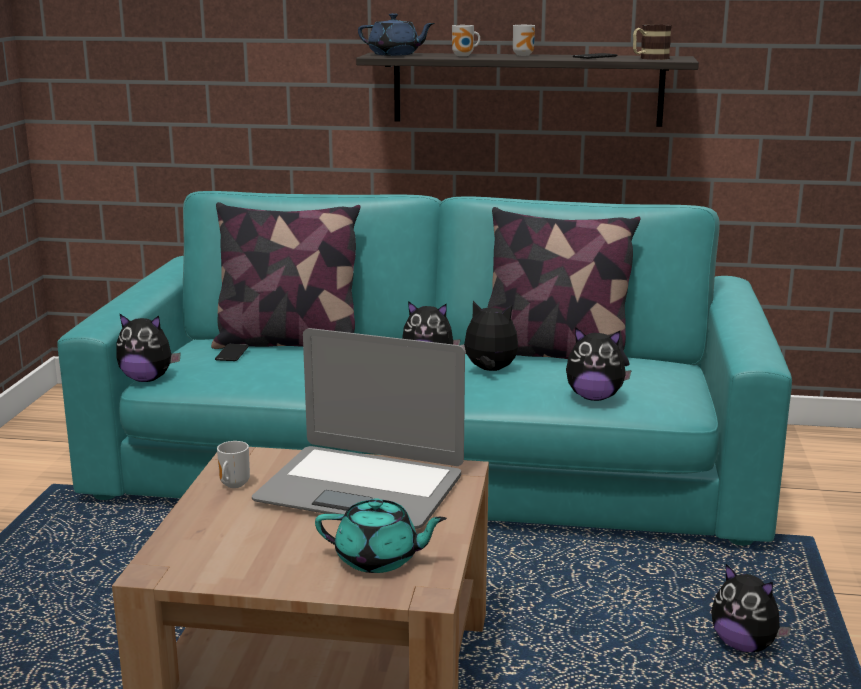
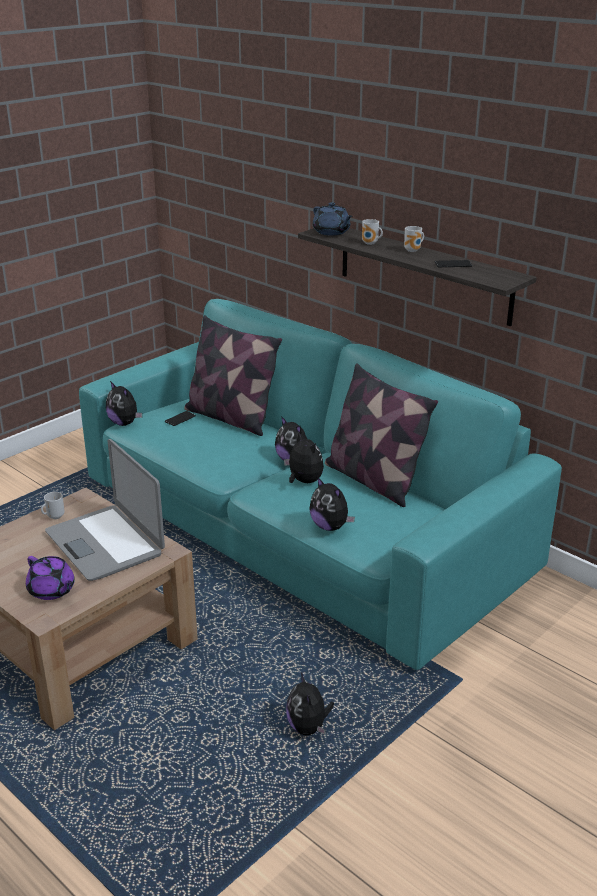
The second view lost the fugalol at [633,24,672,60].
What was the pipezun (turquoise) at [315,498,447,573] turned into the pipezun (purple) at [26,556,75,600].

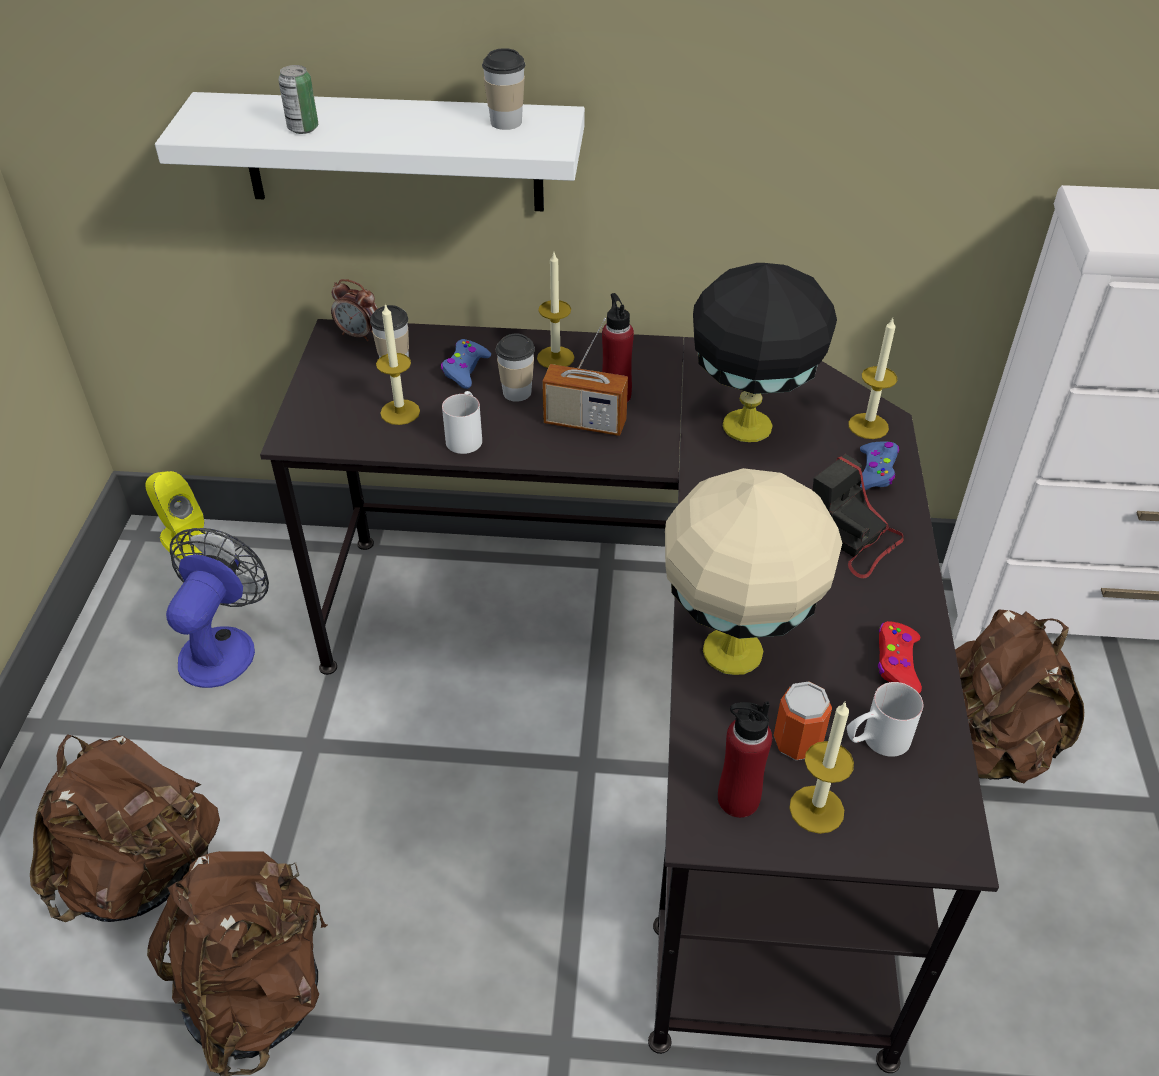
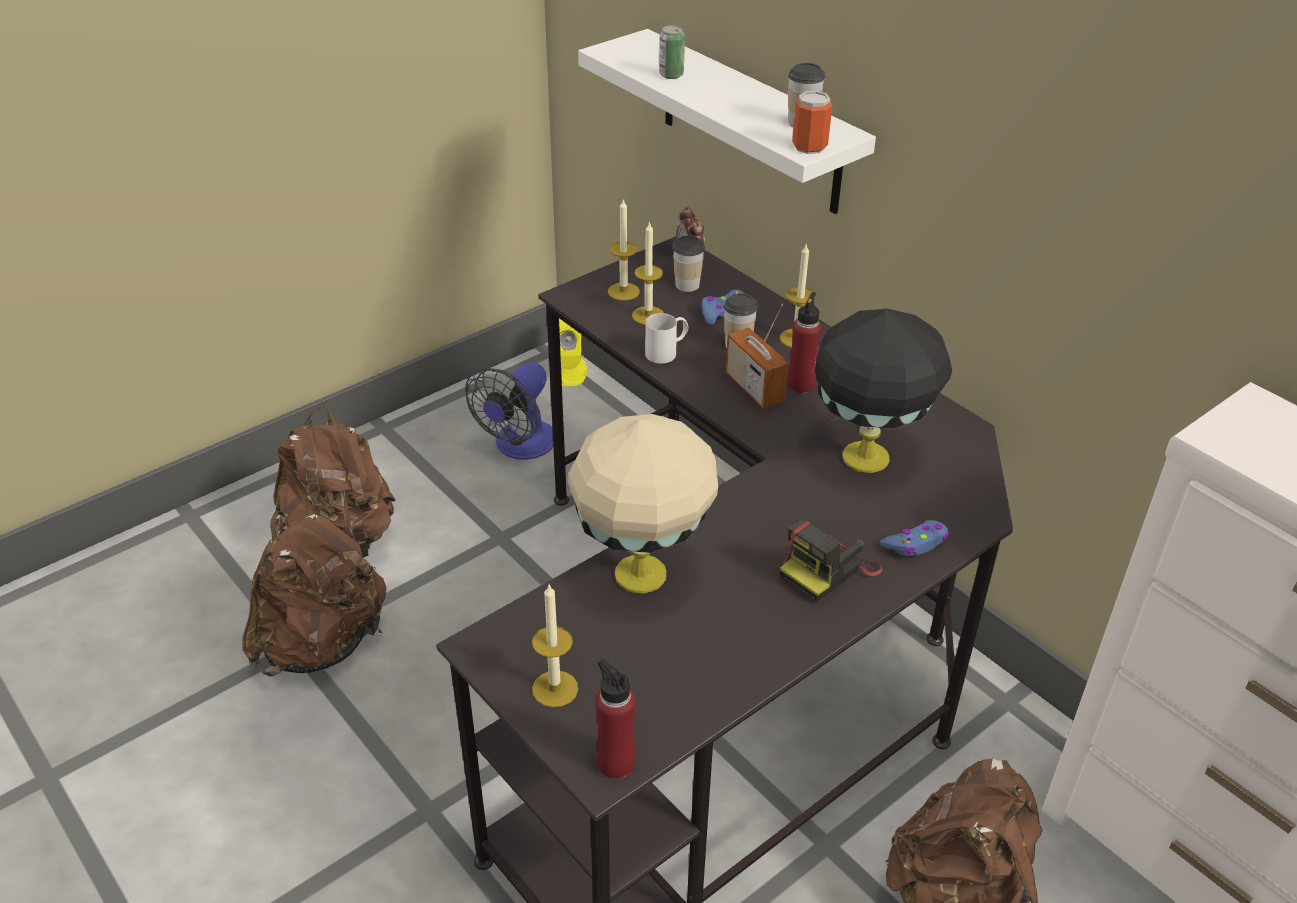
The second view lost the fugalol (white) at [847,682,923,757].
The second view lost the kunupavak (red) at [878,621,922,693].
The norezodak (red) ended up elsewhere, having gone from [718,701,772,818] to [595,660,636,779].
The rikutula ended up elsewhere, having gone from [774,681,832,760] to [792,91,832,154].
The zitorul ended up elsewhere, having gone from [848,318,897,439] to [608,198,640,301].
The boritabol at [166,528,269,688] ended up facing another way, 150 degrees clockwise from before.
The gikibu at [813,454,904,579] ended up facing another way, 135 degrees counterclockwise from before.

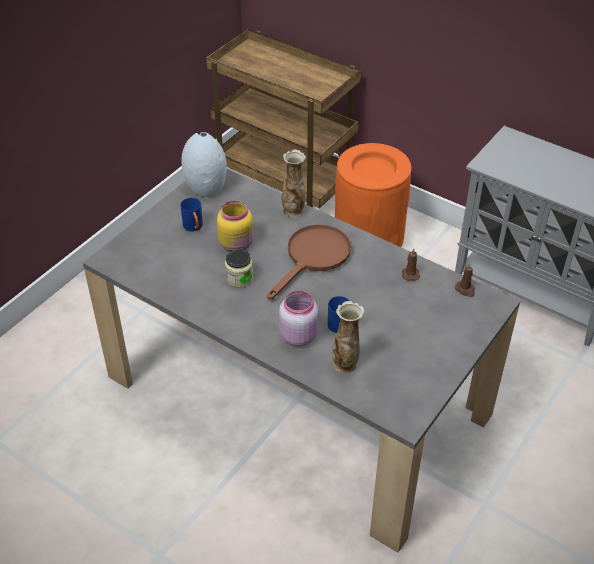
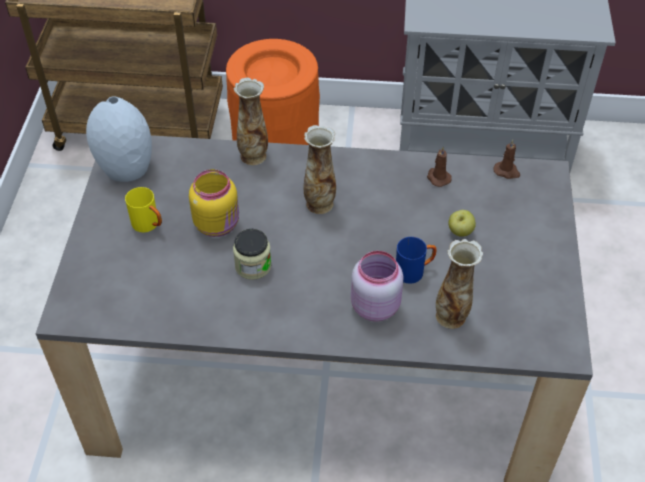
The second view gained the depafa at [448,210,476,237].
Where the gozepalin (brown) stood at [267,224,351,300], the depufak came to stand at [304,125,336,214].
What was the fugalol (blue) at [180,198,203,231] turned into the fugalol (yellow) at [125,187,162,233].

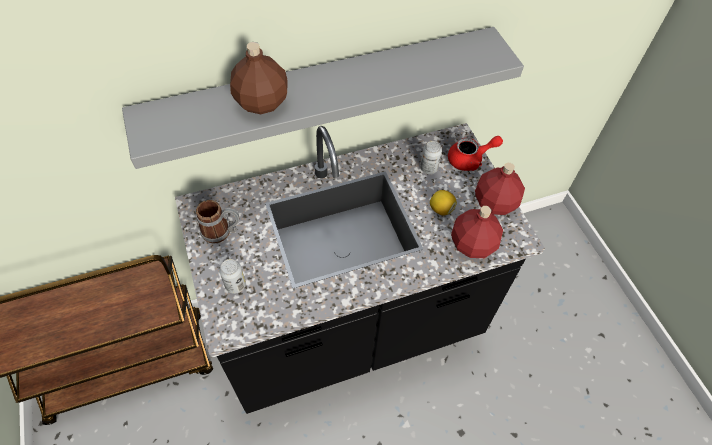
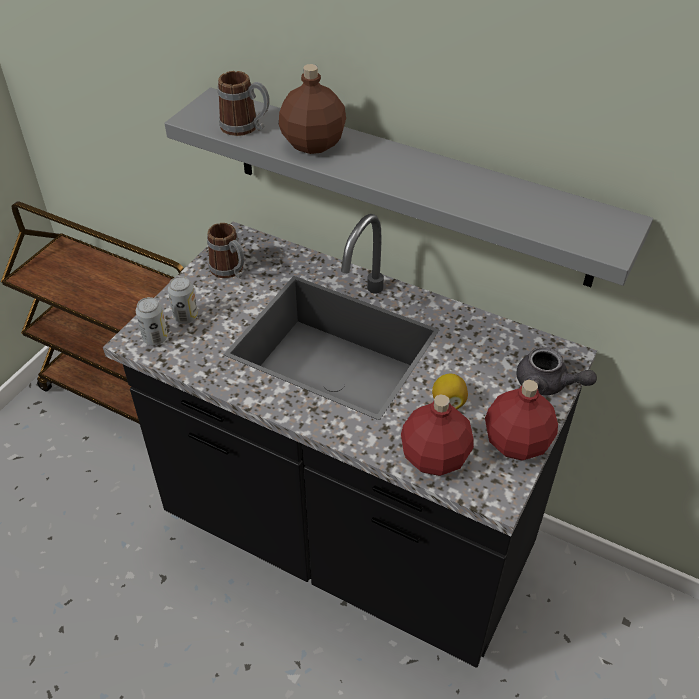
The second view gained the fugalol at [218,71,270,136].
The rikutula ended up elsewhere, having gone from [420,141,442,174] to [136,297,168,345].
What was the pipezun (red) at [448,136,503,171] turned into the pipezun (grey) at [516,347,597,395].

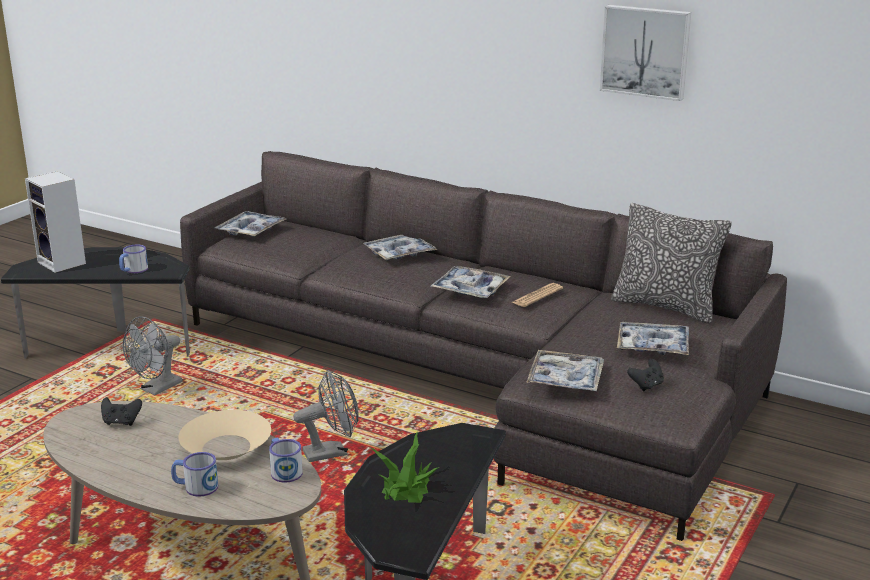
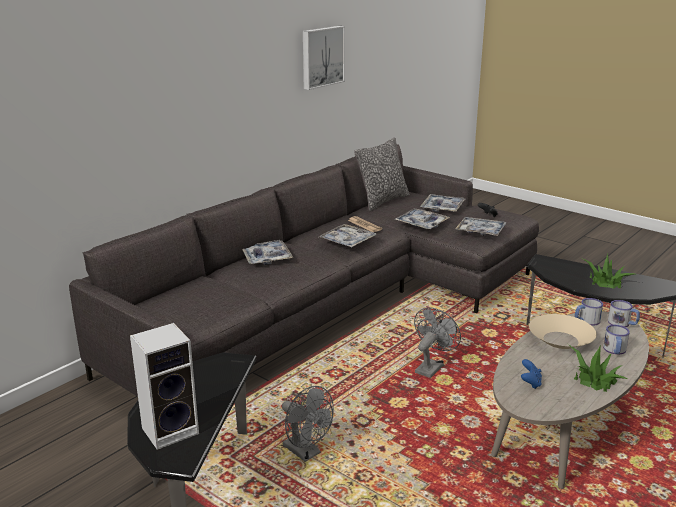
The second view gained the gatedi at [568,344,627,392].
The fugalol ended up elsewhere, having gone from [119,245,148,273] to [608,300,640,327].
The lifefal ended up elsewhere, having gone from [214,211,286,237] to [394,208,450,229].
What was the kunupavak (black) at [101,397,142,426] turned into the kunupavak (blue) at [521,359,542,389].
The boritabol (grey) at [293,370,358,462] ended up facing another way, 45 degrees clockwise from before.

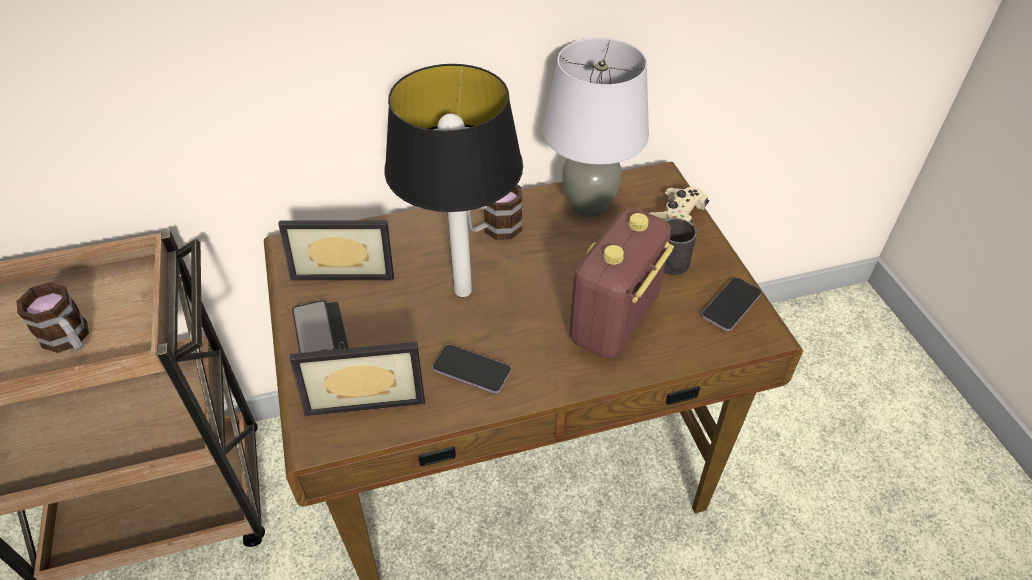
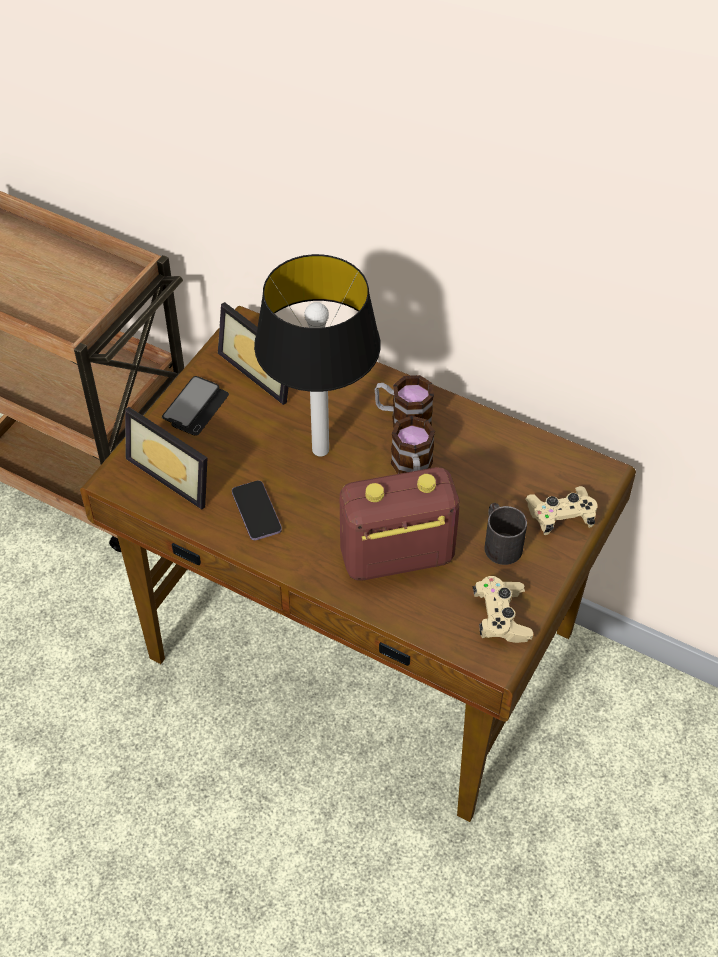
The second view lost the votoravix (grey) at [543,38,649,217].
The fugalol ended up elsewhere, having gone from [17,282,89,353] to [391,416,435,474].
Where the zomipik stood at [702,277,762,331], the kunupavak (beige) came to stand at [472,576,533,643].

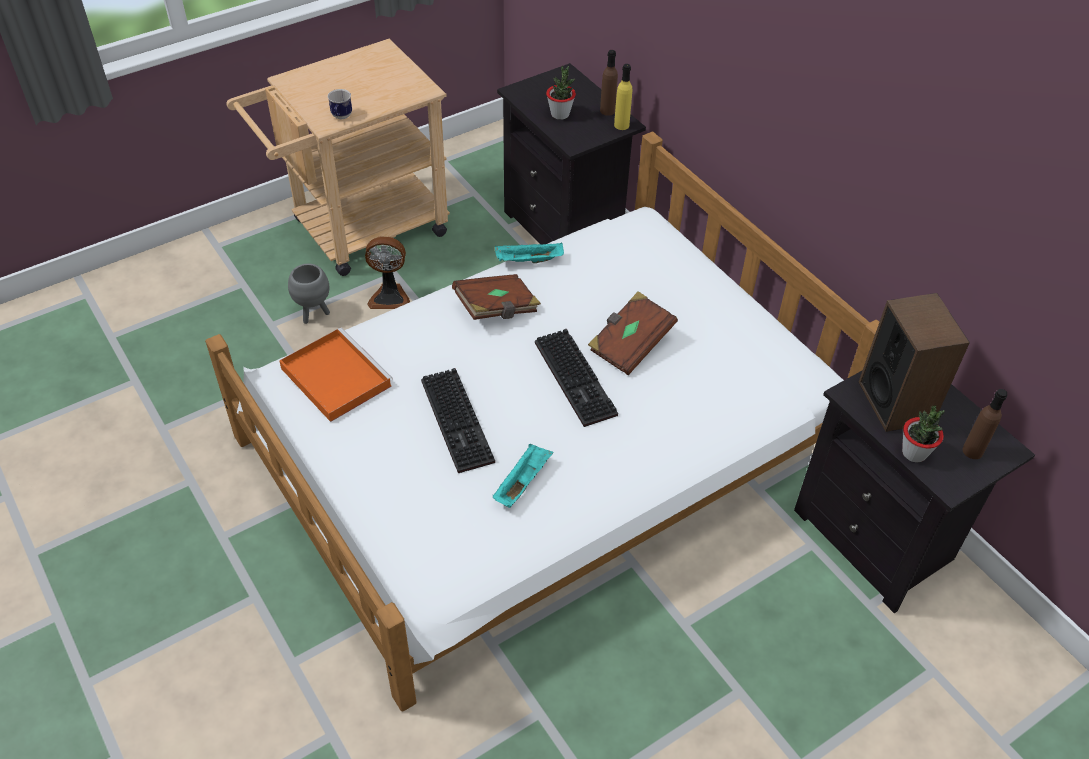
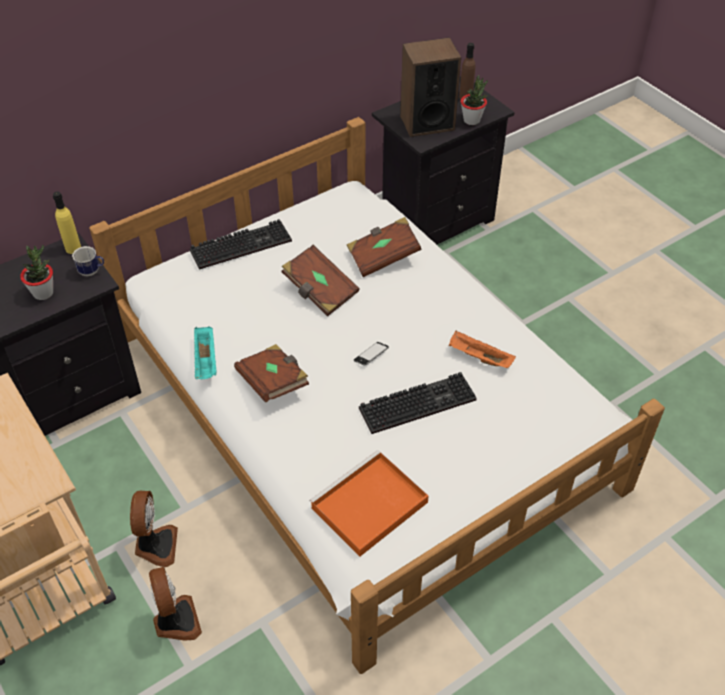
The second view lost the norezodak (brown) at [600,50,618,116].
The second view gained the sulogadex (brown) at [347,217,422,277].
The second view gained the zomipik at [354,342,389,366].
The fugalol ended up elsewhere, having gone from [328,89,352,119] to [72,246,104,276].
The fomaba ended up elsewhere, having gone from [535,328,618,427] to [190,219,292,270].
Where the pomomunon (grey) stood at [288,264,330,324], the boritabol came to stand at [149,566,202,641].
What was the lifefal (turquoise) at [493,444,553,508] turned into the lifefal (orange) at [449,331,516,368].

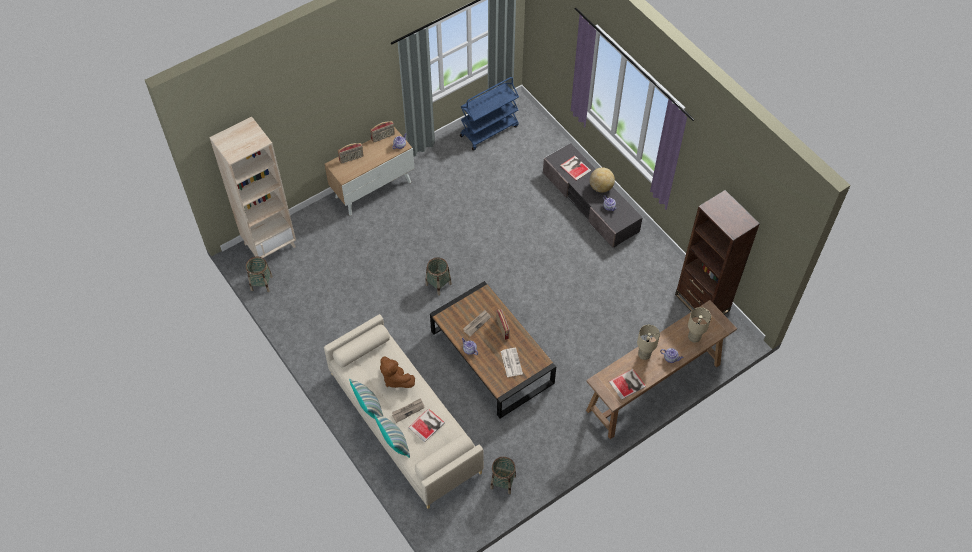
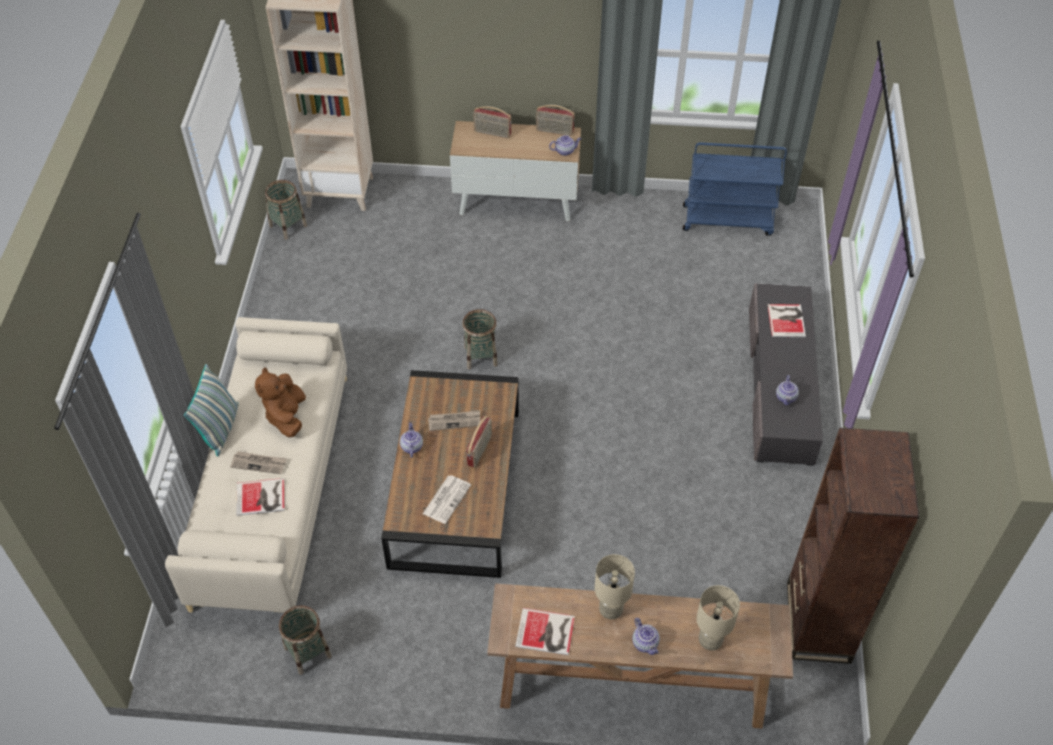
The second view lost the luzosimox at [374,414,410,458].
The second view lost the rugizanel at [590,167,615,193].

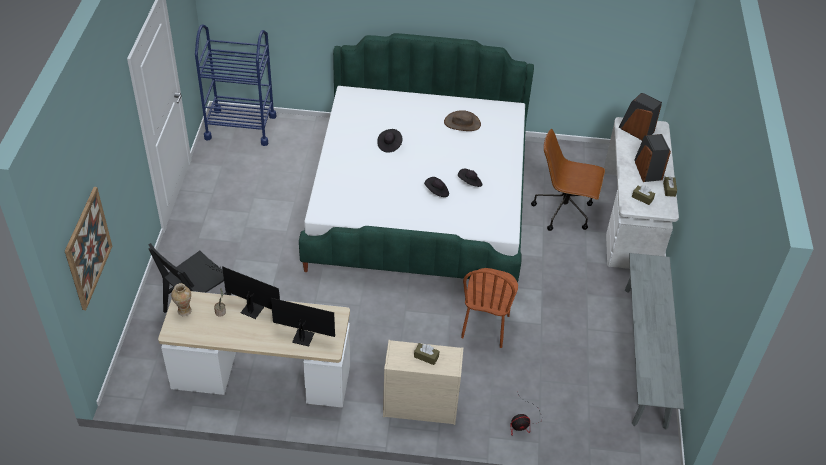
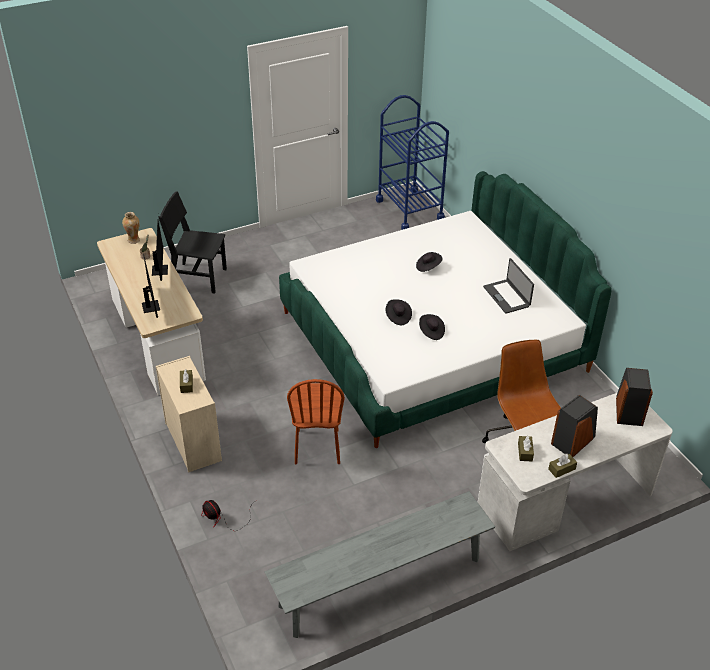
The second view lost the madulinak at [65,187,112,310].
Where the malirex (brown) stood at [444,110,481,131], the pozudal came to stand at [483,258,534,314].
The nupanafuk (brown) at [461,268,518,348] ended up facing another way, 75 degrees counterclockwise from before.

